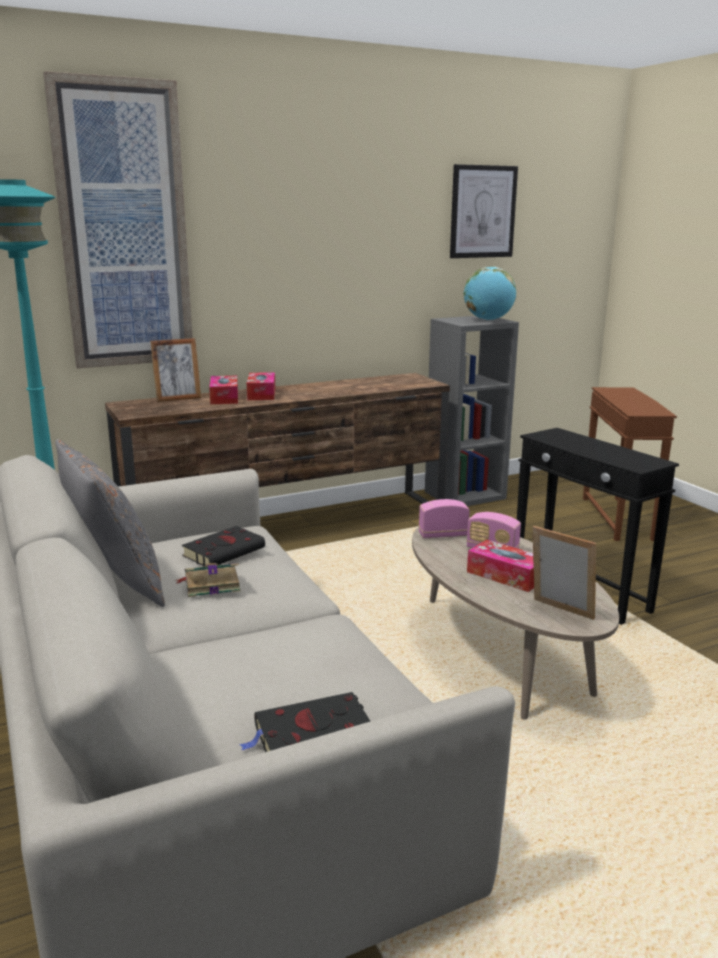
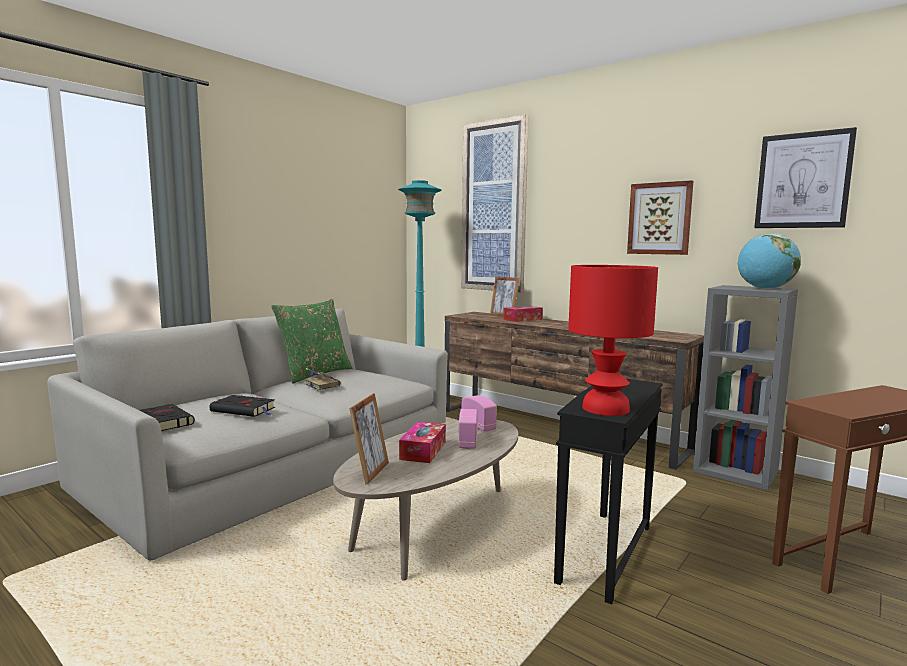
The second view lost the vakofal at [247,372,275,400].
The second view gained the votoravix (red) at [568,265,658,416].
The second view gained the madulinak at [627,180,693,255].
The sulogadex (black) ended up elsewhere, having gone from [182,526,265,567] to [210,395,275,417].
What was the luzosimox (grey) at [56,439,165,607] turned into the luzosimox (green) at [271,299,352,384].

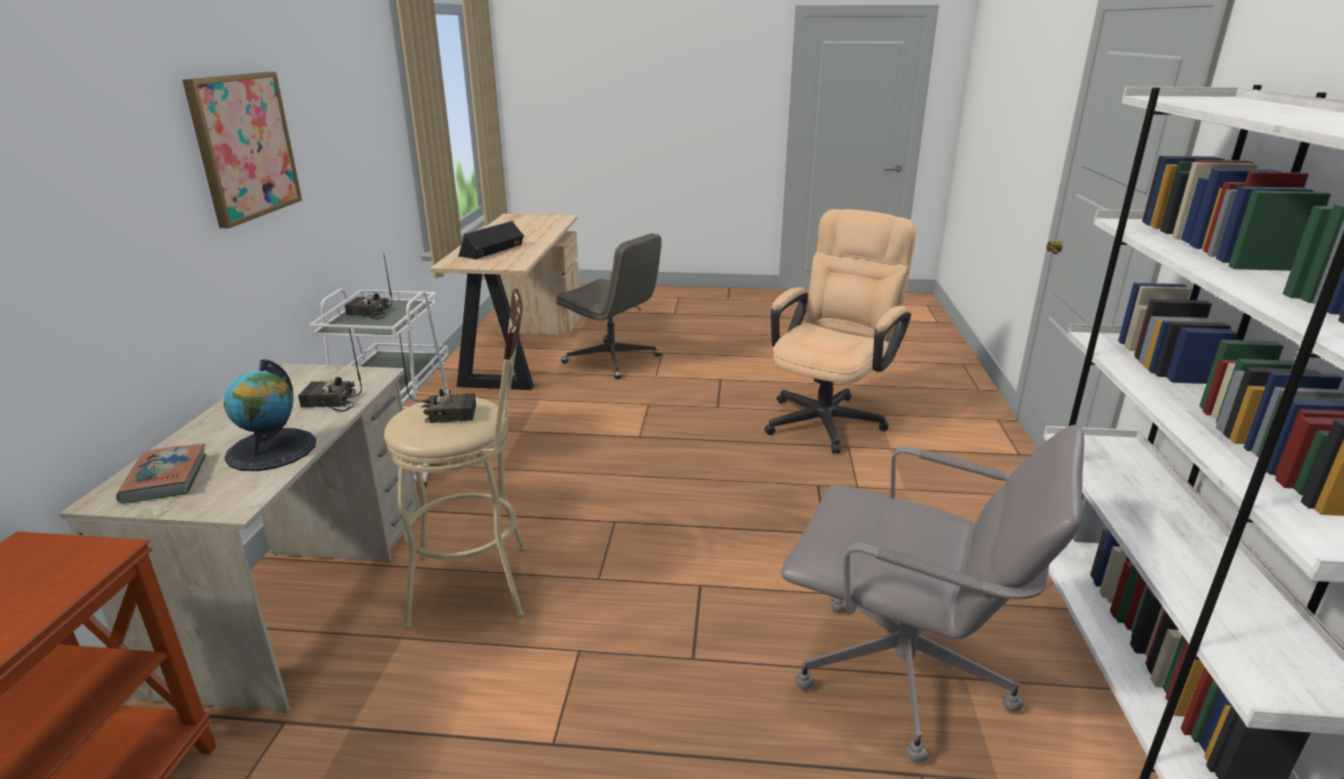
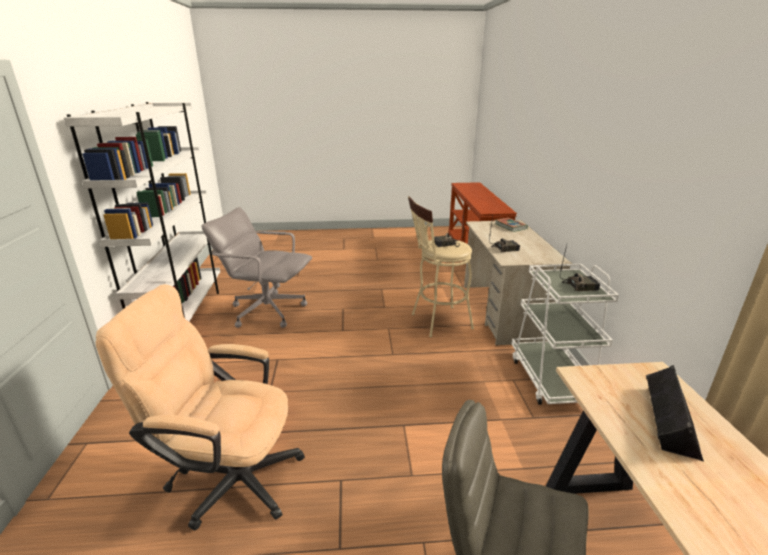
The second view lost the madulinak at [182,72,302,229].
The second view lost the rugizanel at [224,359,316,471].
The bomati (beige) at [764,209,916,454] ended up facing another way, 75 degrees clockwise from before.

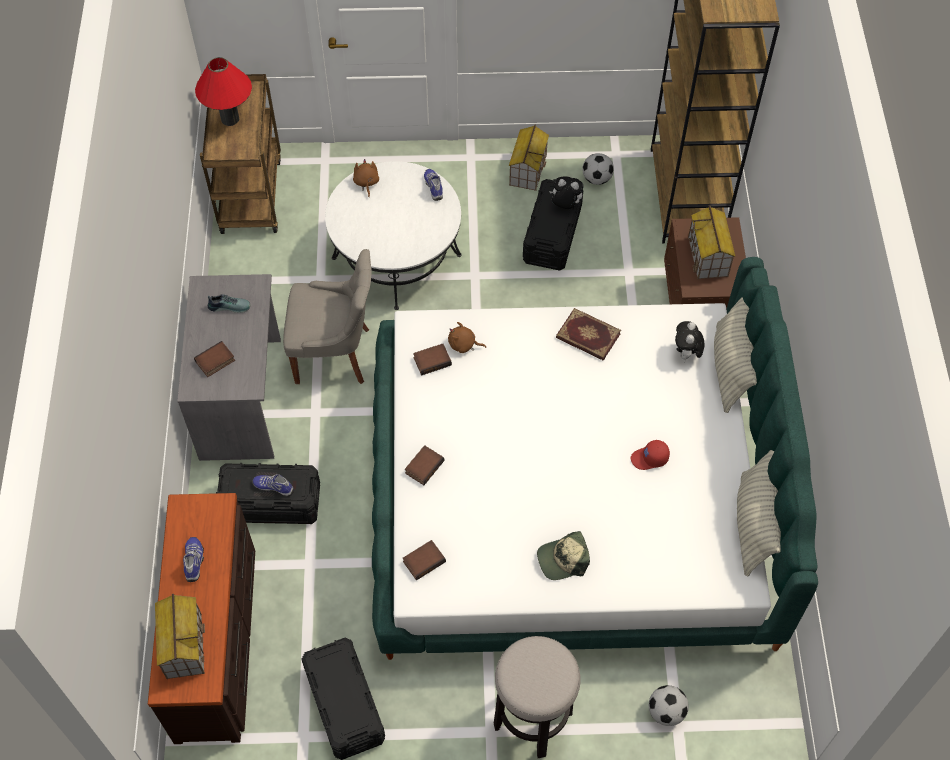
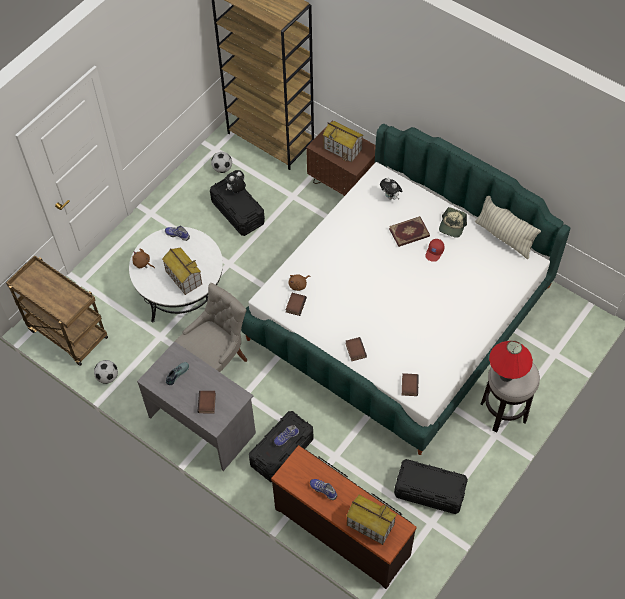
The second view lost the luzosimox at [714,297,757,413].
The votoravix (red) ended up elsewhere, having gone from [195,57,252,126] to [489,341,533,382].
The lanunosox ended up elsewhere, having gone from [509,125,549,191] to [162,248,202,295].
The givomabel ended up elsewhere, having gone from [537,531,590,580] to [439,207,467,238].
The sulogadex ended up elsewhere, having gone from [556,308,621,361] to [389,216,430,247].
The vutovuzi ended up elsewhere, having gone from [649,685,689,726] to [94,360,118,384].

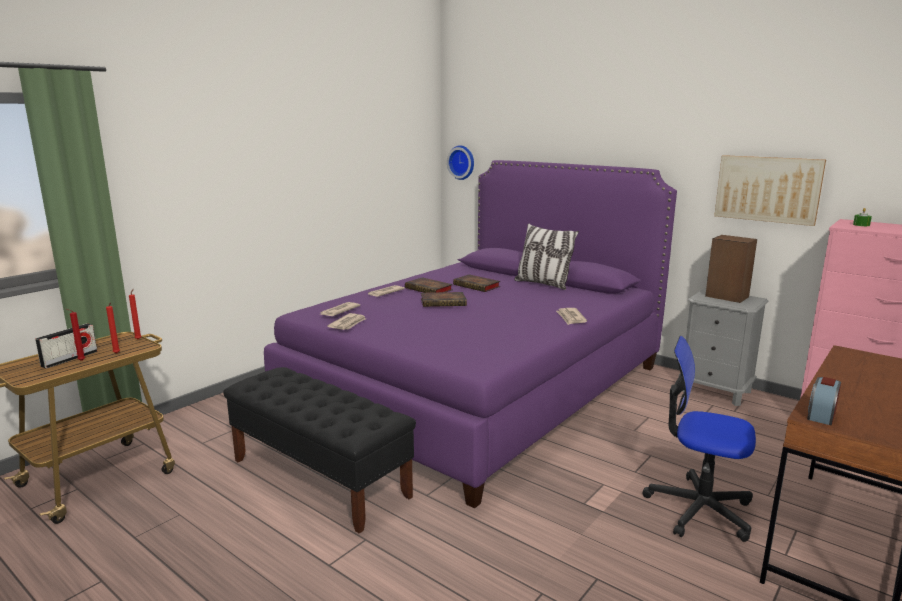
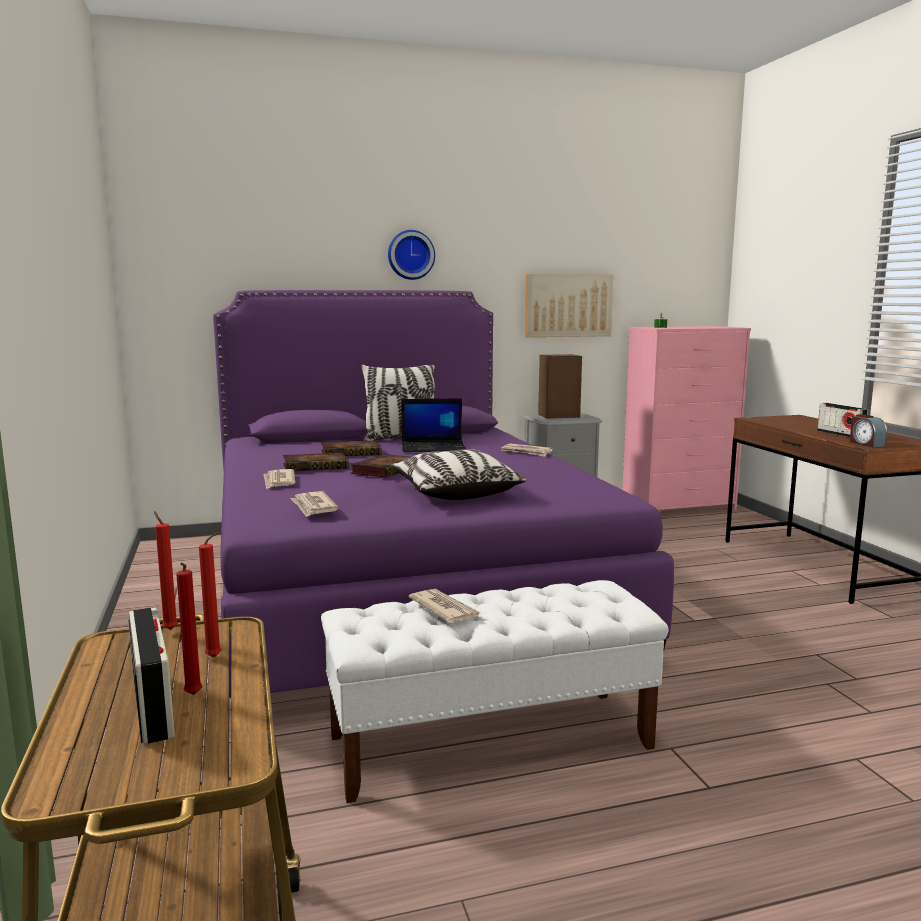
The second view lost the bomati at [643,336,756,542].
The second view gained the luzosimox at [391,449,526,500].
The second view gained the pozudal at [401,398,466,452].
The second view gained the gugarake at [817,403,868,438].
The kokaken ended up elsewhere, having gone from [327,313,366,330] to [409,589,481,623].
The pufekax ended up elsewhere, having gone from [447,145,474,180] to [388,230,435,280].
What was the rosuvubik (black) at [223,367,416,534] turned into the rosuvubik (white) at [321,580,669,803].

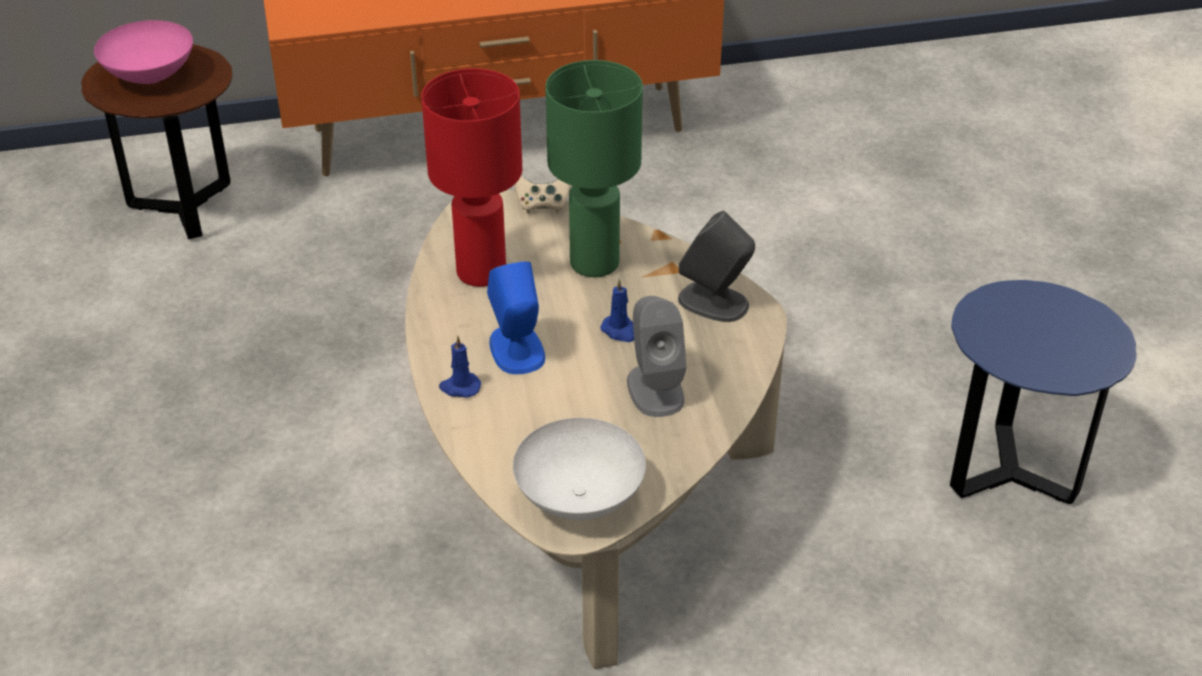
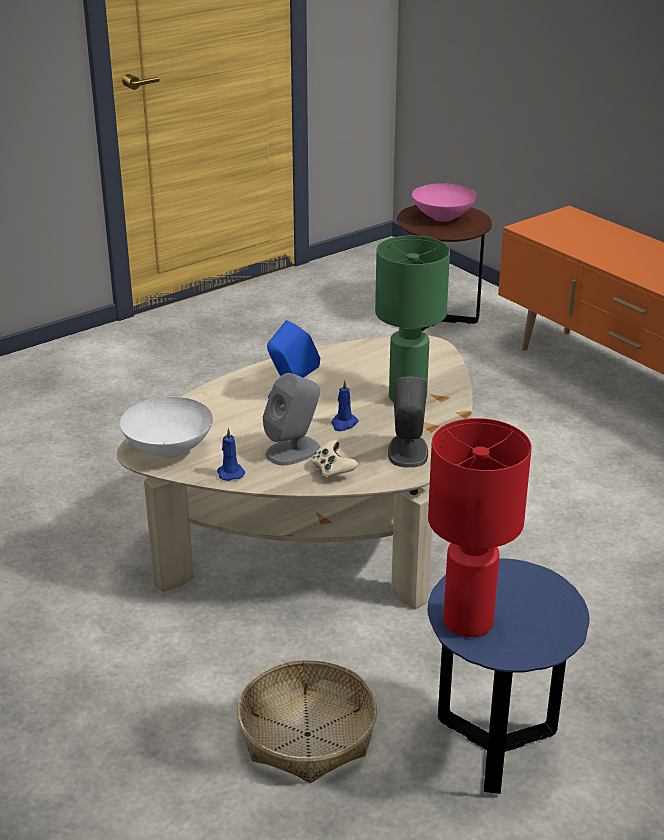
The second view gained the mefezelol at [237,659,377,783].
The votoravix (red) ended up elsewhere, having gone from [421,68,522,287] to [428,418,531,637].
The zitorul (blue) ended up elsewhere, having gone from [439,335,481,398] to [217,428,245,481].
The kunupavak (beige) ended up elsewhere, having gone from [514,177,571,213] to [311,440,358,481].

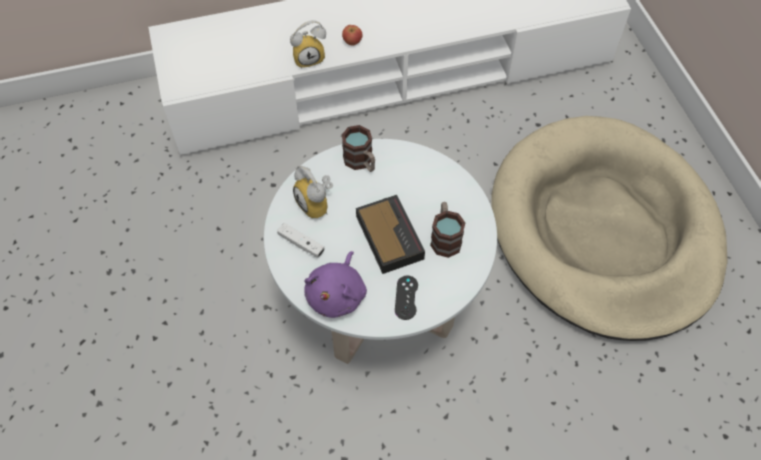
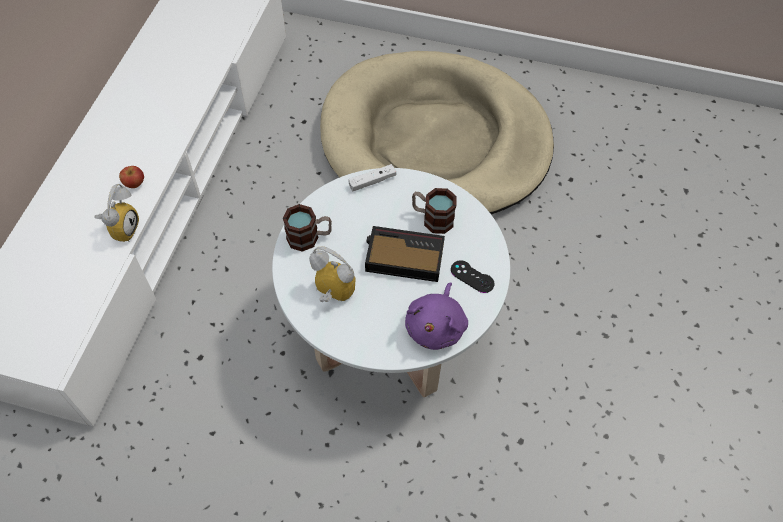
The kunupavak (white) ended up elsewhere, having gone from [277,223,325,258] to [348,164,396,191].
The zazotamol at [293,166,333,219] ended up facing another way, 150 degrees counterclockwise from before.
The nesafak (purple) at [304,251,367,318] ended up facing another way, 60 degrees clockwise from before.

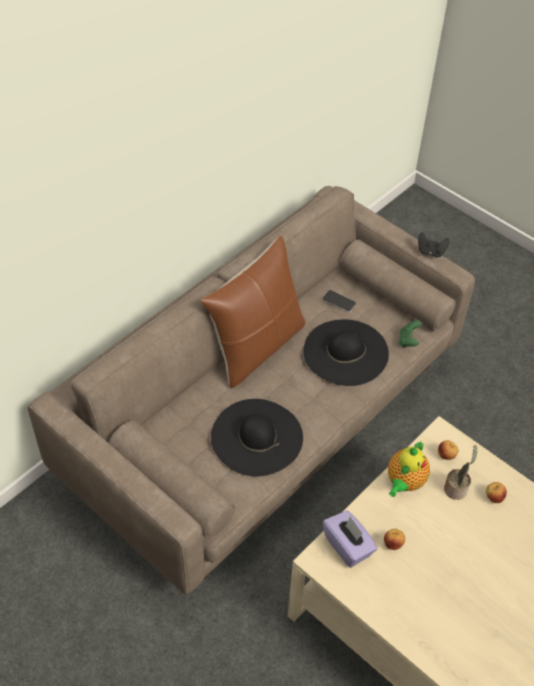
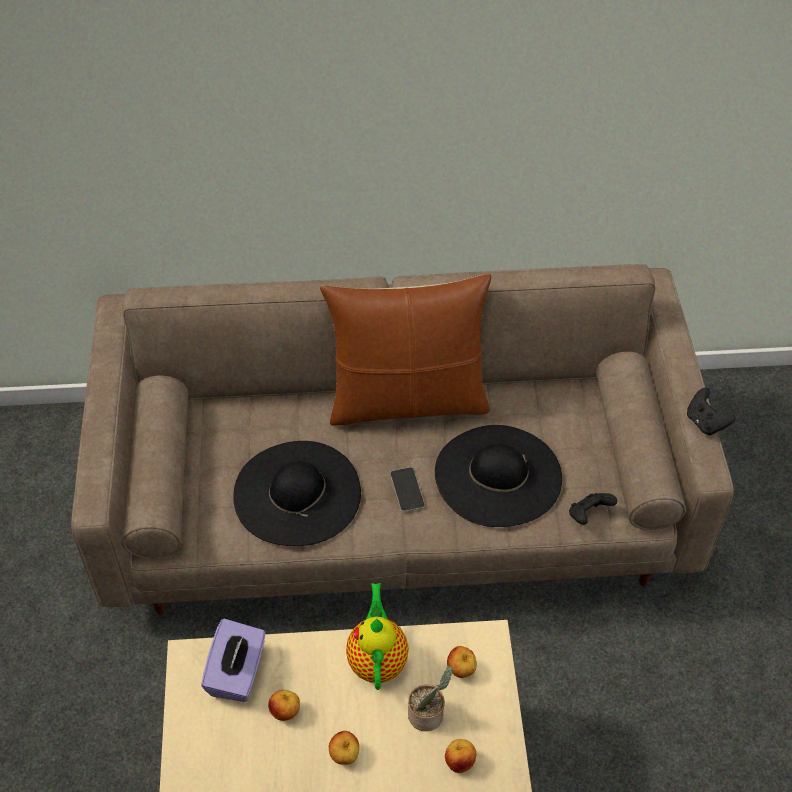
The second view gained the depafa at [329,731,359,765].
The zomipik ended up elsewhere, having gone from [322,290,357,312] to [390,467,425,512].
What was the kunupavak (green) at [399,321,421,348] turned into the kunupavak (black) at [569,493,617,525].
The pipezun at [388,441,430,497] ended up facing another way, 105 degrees clockwise from before.

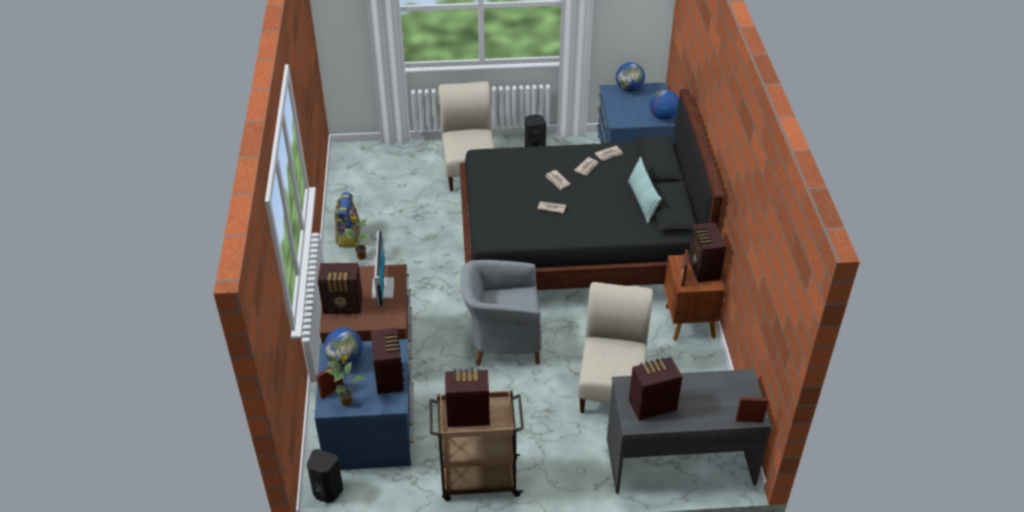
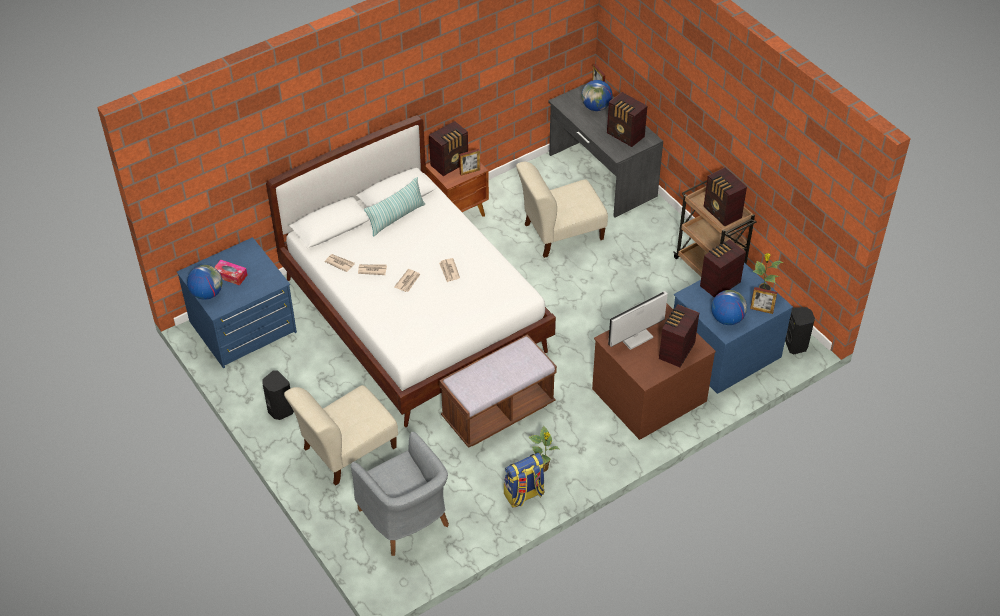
The second view gained the vakofal at [214,259,247,286].
The second view gained the rosuvubik (brown) at [439,334,557,448].
The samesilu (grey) ended up elsewhere, having gone from [461,260,542,366] to [351,432,449,556].
The rugizanel ended up elsewhere, having gone from [649,89,679,120] to [581,80,612,111].
What was the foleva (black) at [460,89,723,290] turned into the foleva (white) at [266,115,556,427].
The gugarake at [318,263,363,314] ended up facing another way, 120 degrees counterclockwise from before.

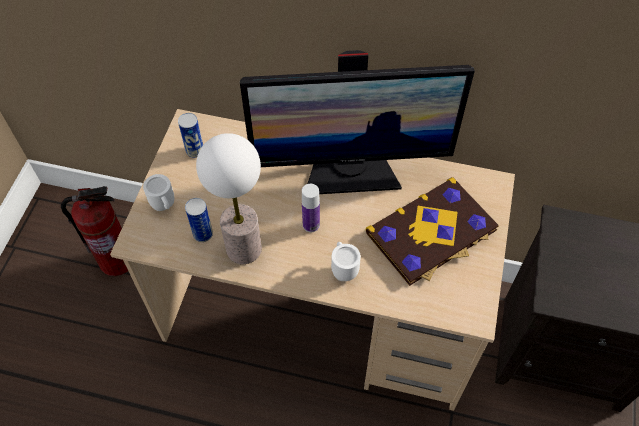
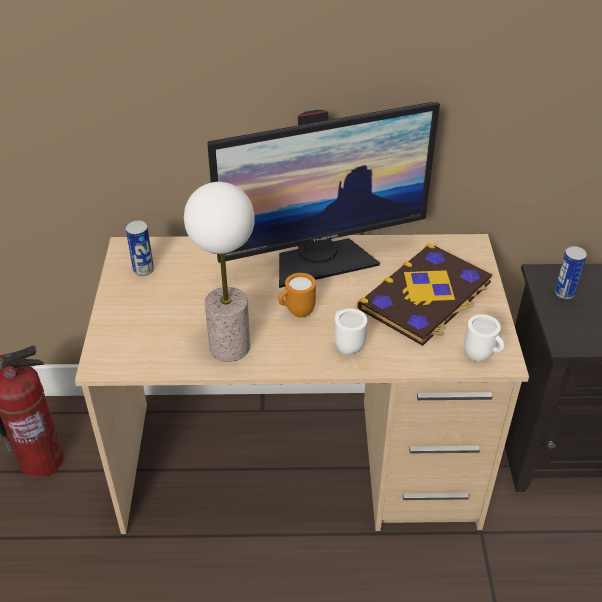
The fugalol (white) ended up elsewhere, having gone from [143,174,174,211] to [464,314,505,361].
The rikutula ended up elsewhere, having gone from [185,198,213,242] to [555,246,587,299].
Where the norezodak stood at [302,184,320,232], the fugalol (orange) came to stand at [278,273,316,318].

